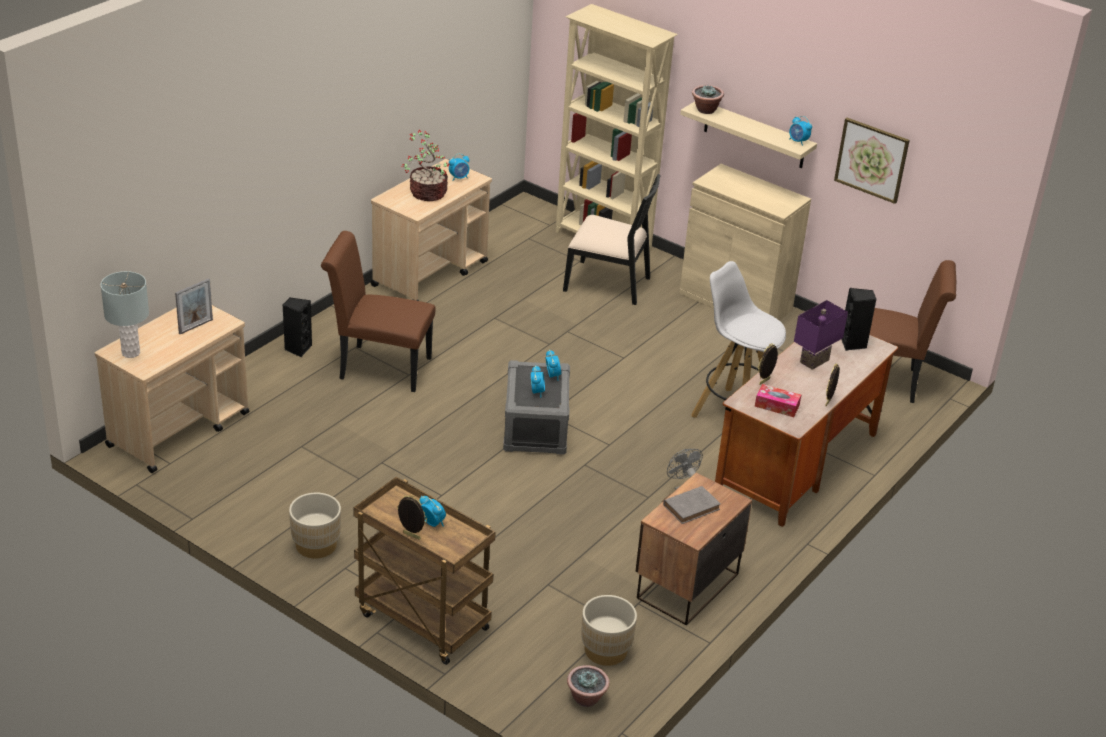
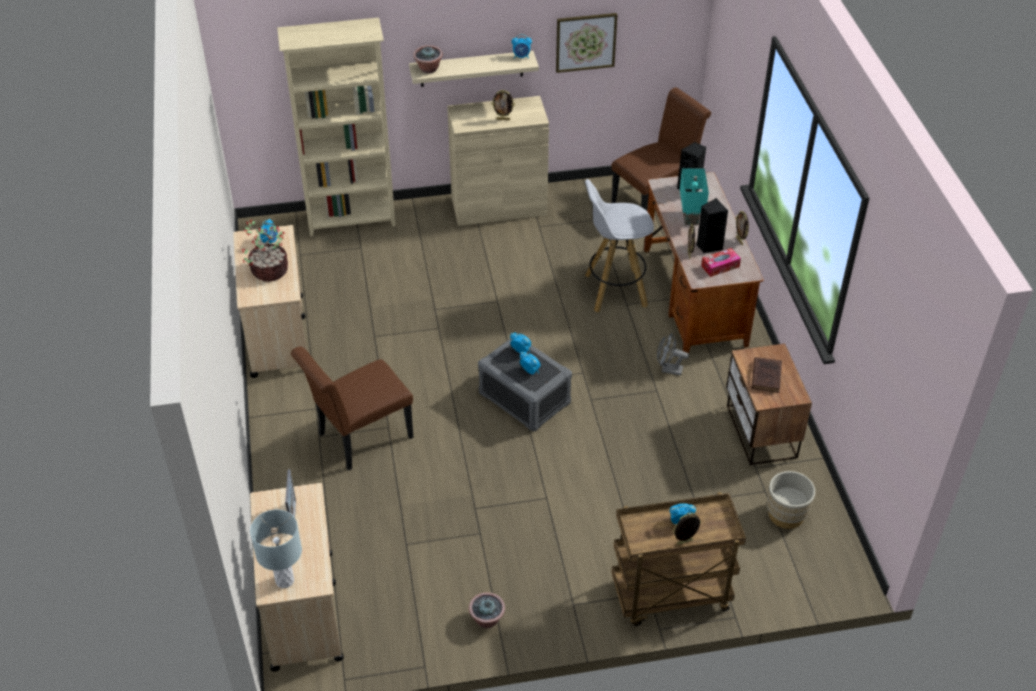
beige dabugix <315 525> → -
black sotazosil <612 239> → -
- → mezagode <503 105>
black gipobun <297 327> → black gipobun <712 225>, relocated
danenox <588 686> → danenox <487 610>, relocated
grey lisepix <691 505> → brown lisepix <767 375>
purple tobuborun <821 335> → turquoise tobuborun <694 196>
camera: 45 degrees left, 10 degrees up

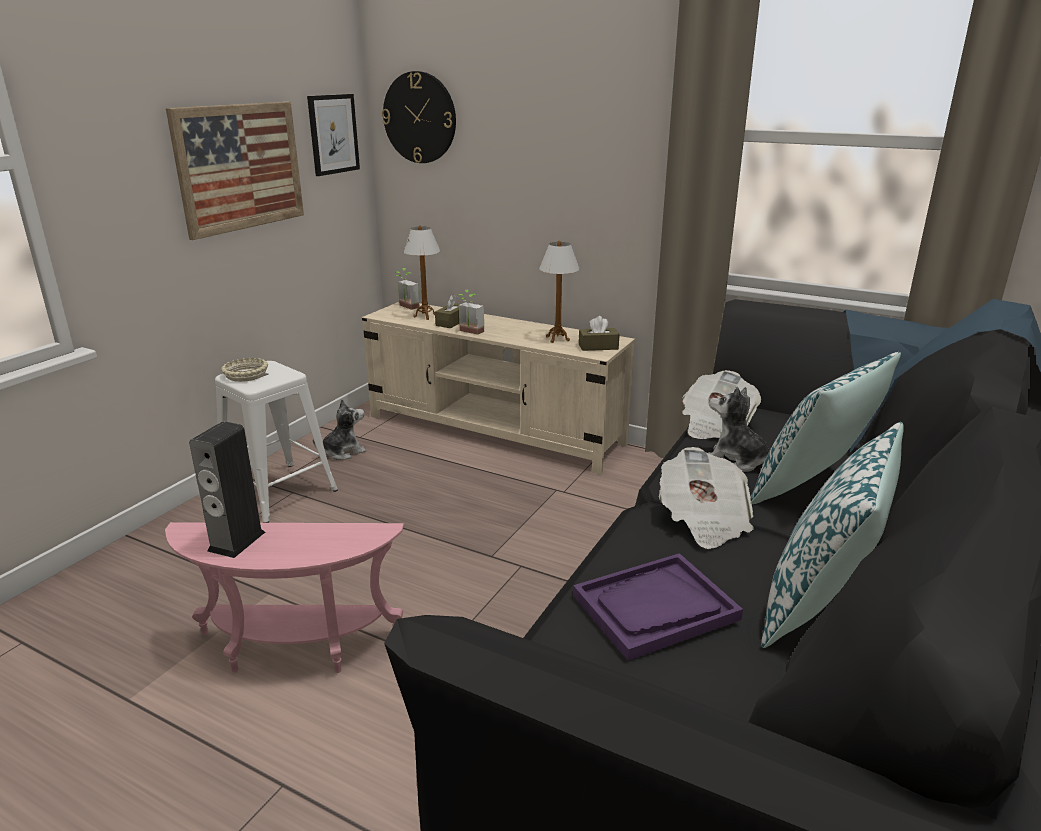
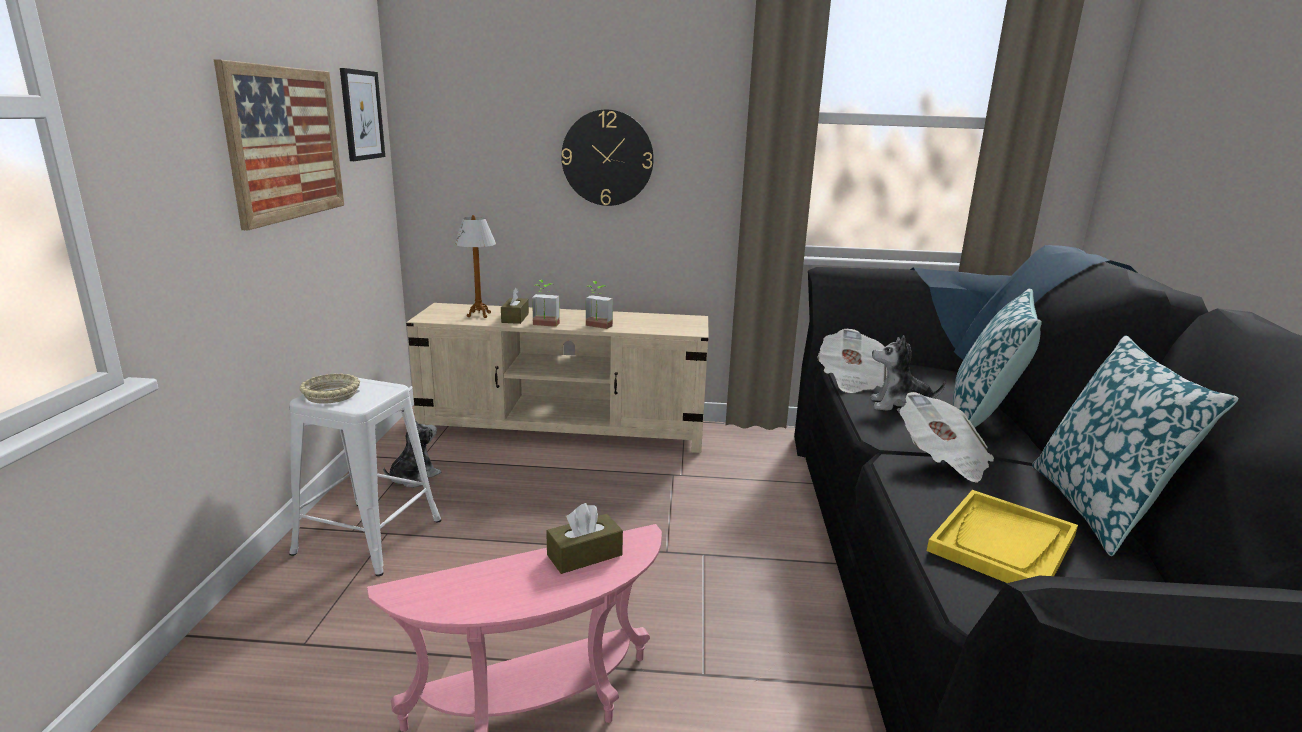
gipobun <227 489> → -
tobuborun <559 291> → -
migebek <419 117> → migebek <607 158>, relocated
danenox <408 289> → danenox <599 305>, relocated
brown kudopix <599 333> → brown kudopix <584 538>, relocated
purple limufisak <658 607> → yellow limufisak <1002 536>
camera: 25 degrees left, 5 degrees down

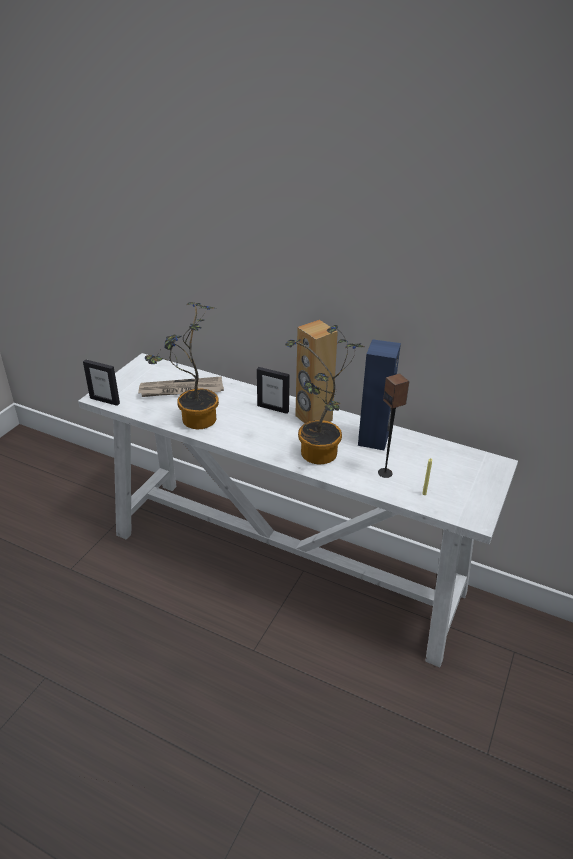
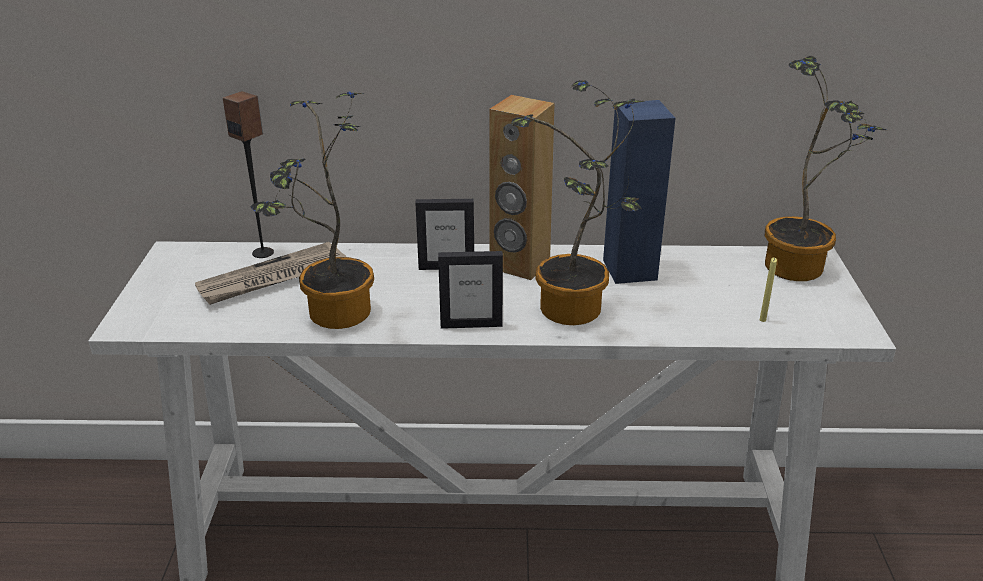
- → danenox <825 168>
mezagode <101 382> → mezagode <470 290>, relocated
gipobun <393 426> → gipobun <248 174>, relocated
camera: 25 degrees left, 5 degrees down

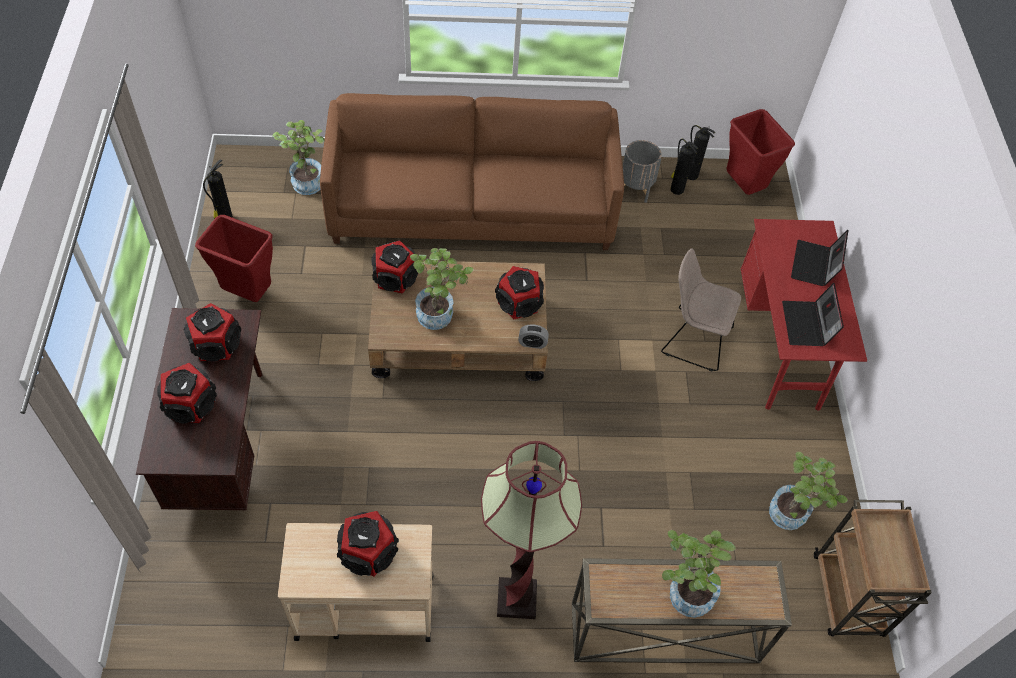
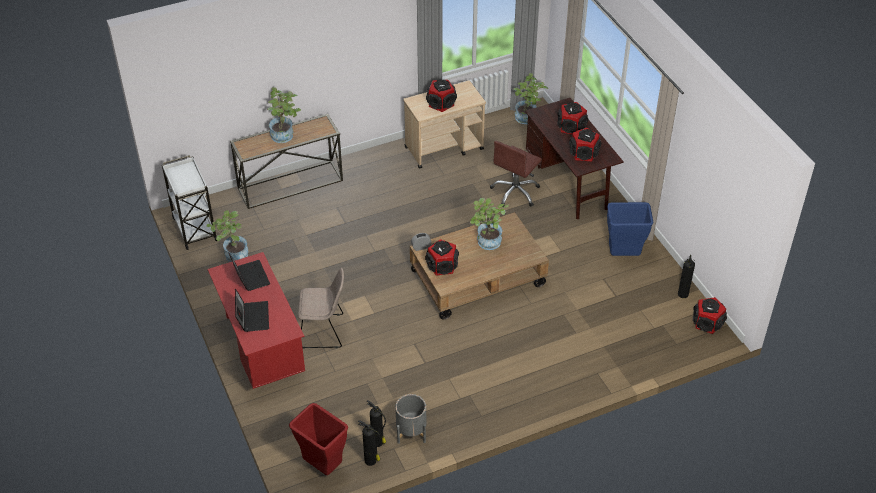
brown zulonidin <472 171> → -
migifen <531 530> → -
- → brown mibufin <516 174>
danenox <298 157> → danenox <530 98>, relocated
gipobun <394 266> → gipobun <710 315>, relocated
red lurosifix <234 258> → blue lurosifix <630 229>
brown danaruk <873 568> → white danaruk <189 202>
camera: 160 degrees right, 10 degrees down

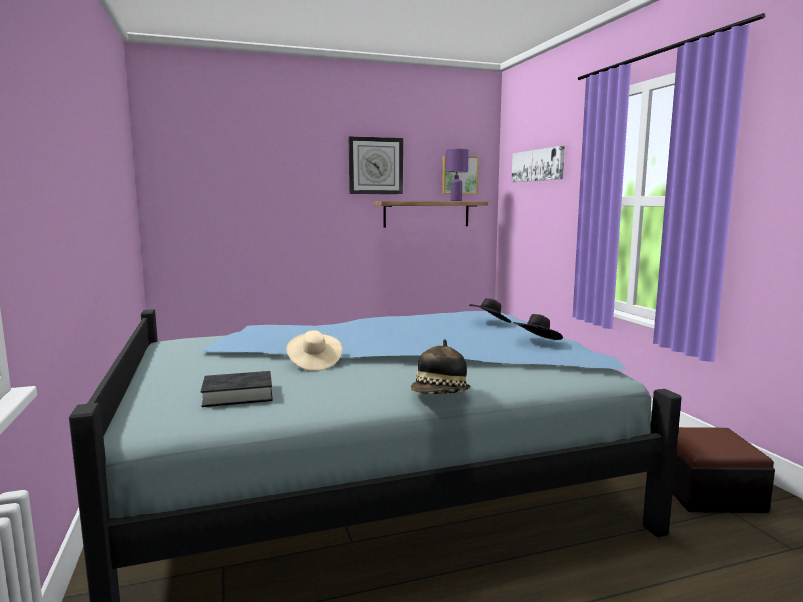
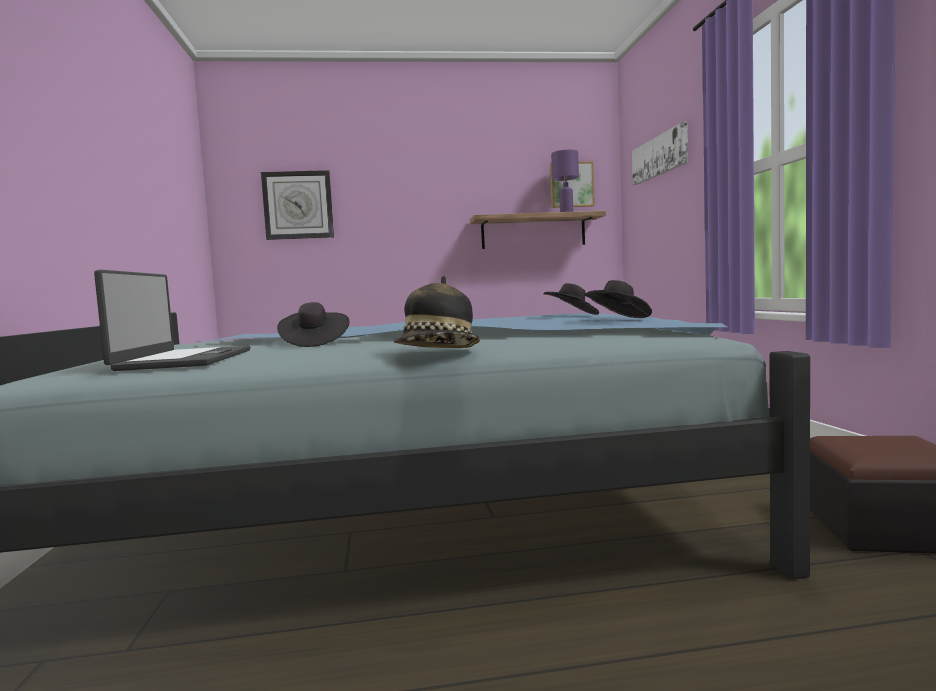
migebek <376 165> → migebek <297 205>, relocated
black lisepix <237 389> → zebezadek <172 320>
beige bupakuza <314 350> → black bupakuza <313 324>
camera: 10 degrees right, 5 degrees down

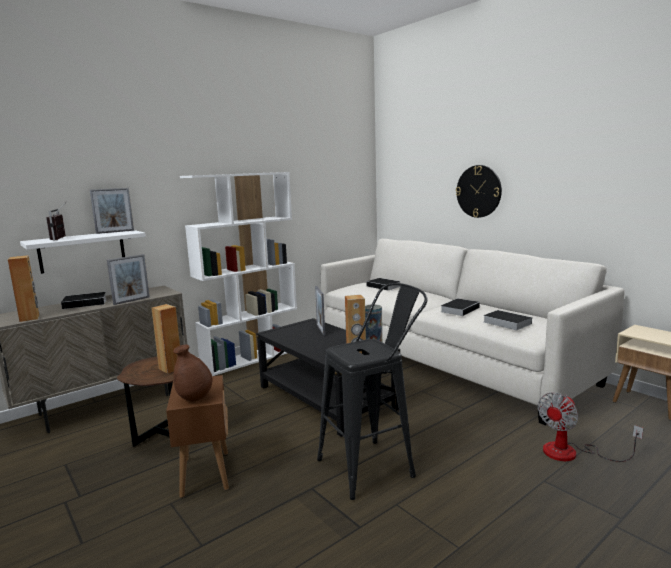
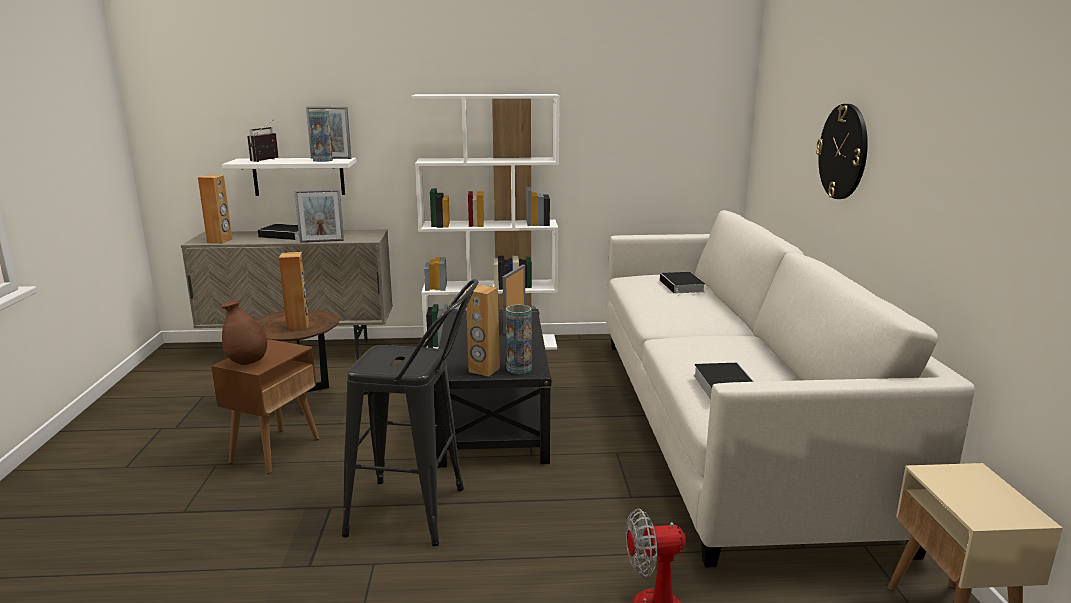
lisepix <460 307> → -
- → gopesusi <320 136>
camera: 35 degrees right, 5 degrees up

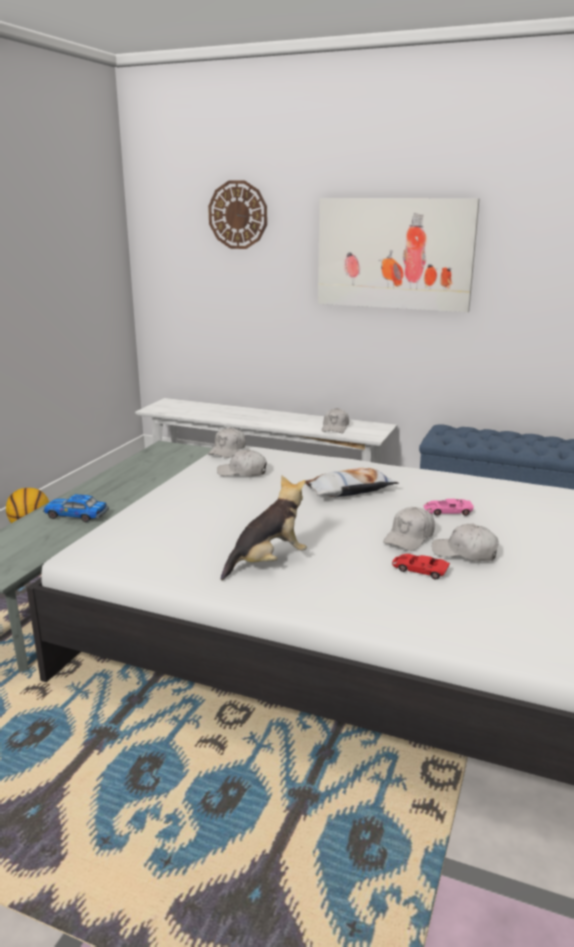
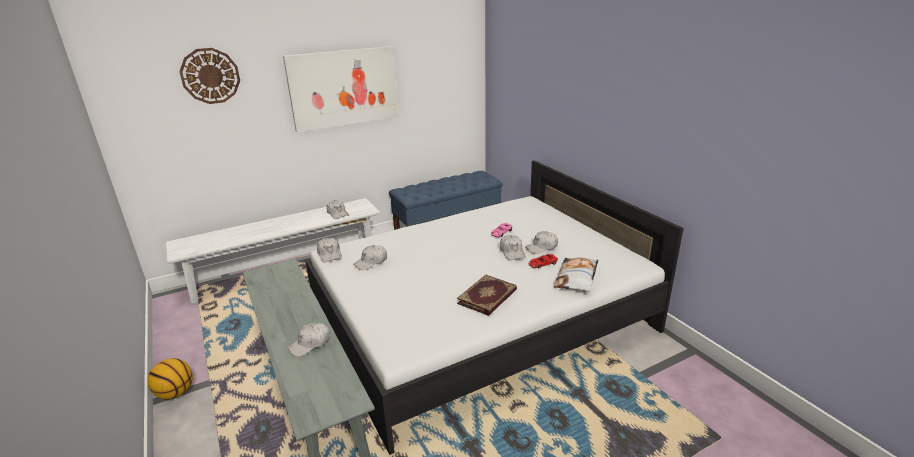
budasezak <352 482> → budasezak <576 274>, relocated
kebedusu <76 508> → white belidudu <309 339>
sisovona <264 528> → lisepix <487 295>
camera: 50 degrees left, 5 degrees up

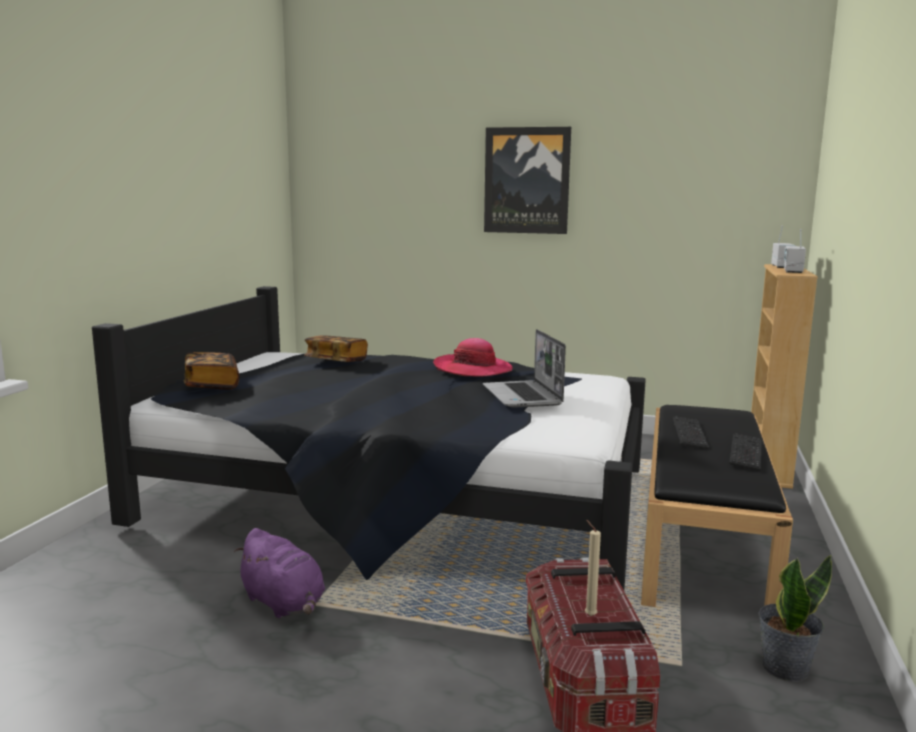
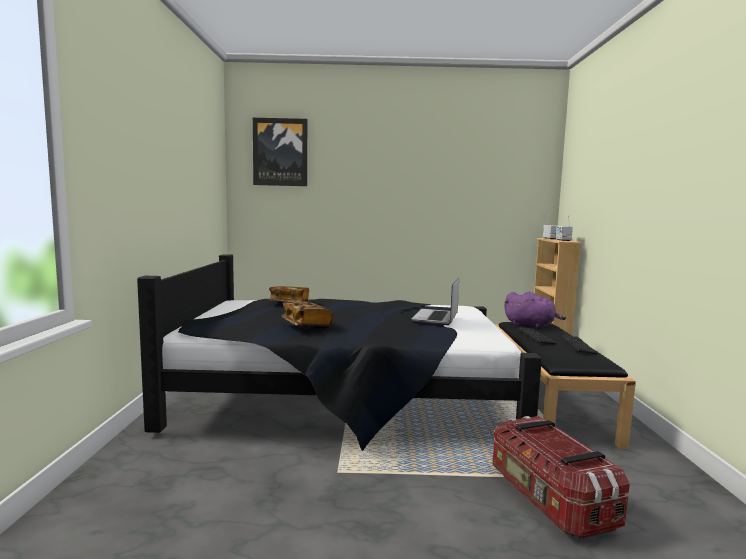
bupakuza <473 357> → -
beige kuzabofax <593 568> → -
danenox <795 618> → -
lisepix <211 371> → lisepix <307 314>, relocated
purple sisovona <279 573> → purple sisovona <535 309>, relocated
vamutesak <527 180> → vamutesak <280 152>, relocated
zebezadek <524 368> → zebezadek <435 301>, 45 degrees clockwise
camera: 15 degrees left, 5 degrees down

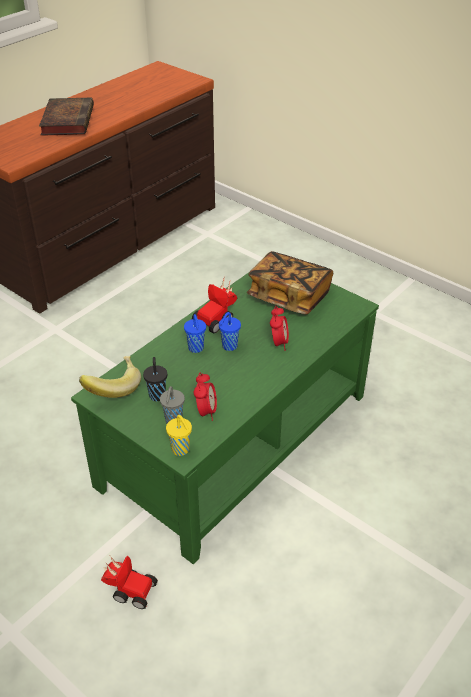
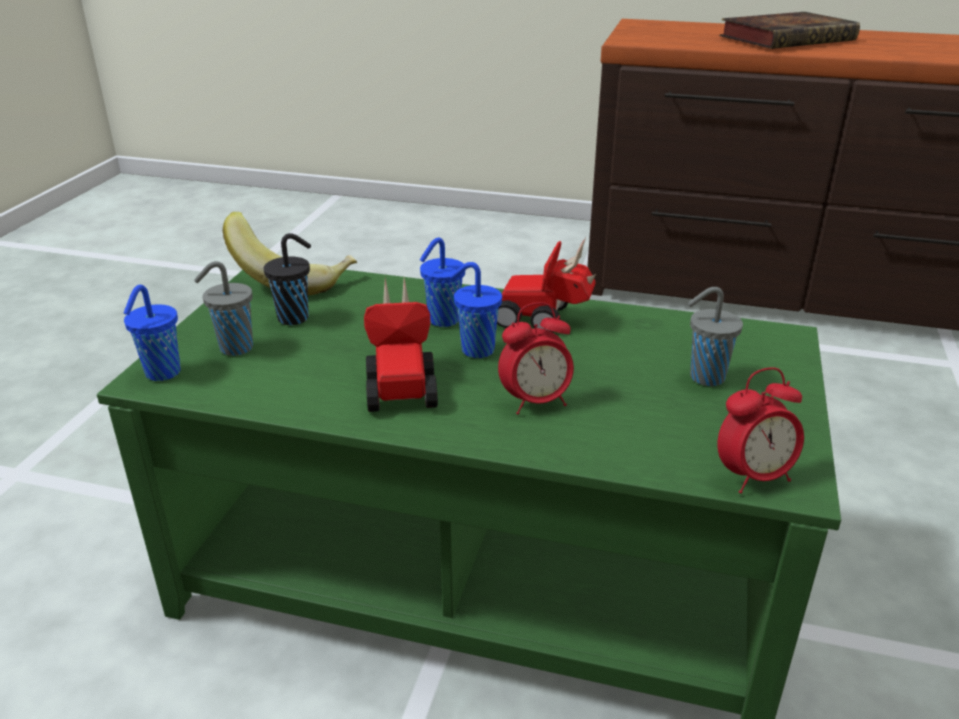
kebedusu <129 582> → kebedusu <401 345>, relocated
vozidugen <205 397> → vozidugen <760 430>, relocated
lisepix <290 283> → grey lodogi <715 336>
yellow lodogi <179 435> → blue lodogi <152 333>
camera: 65 degrees right, 10 degrees down

